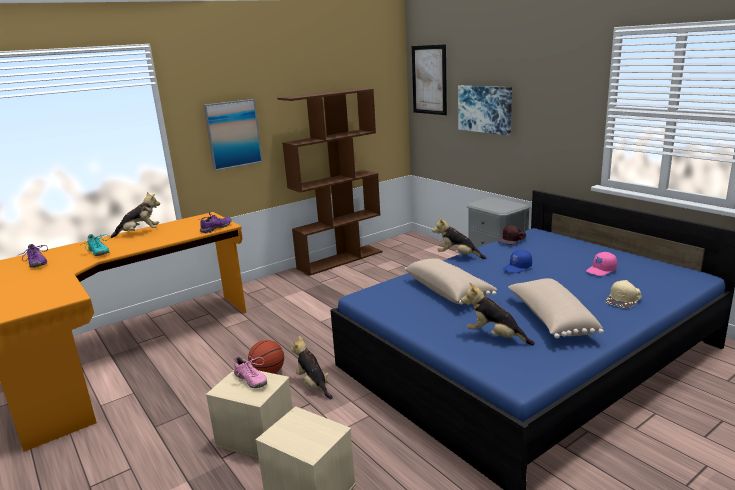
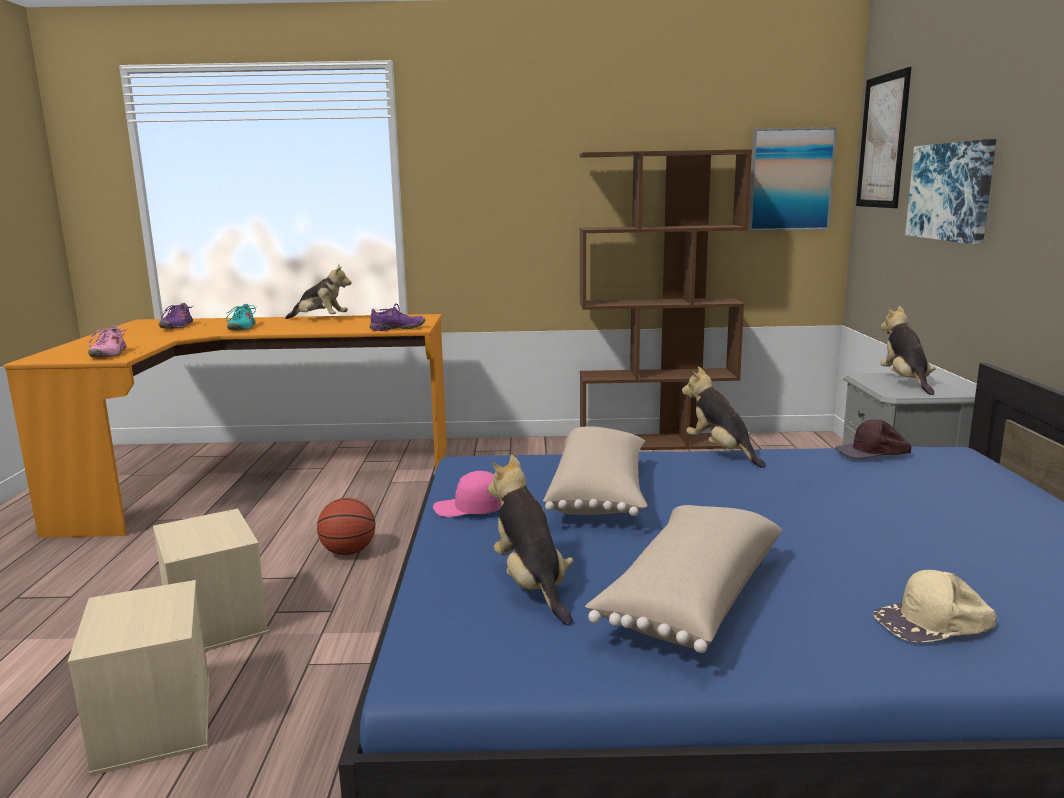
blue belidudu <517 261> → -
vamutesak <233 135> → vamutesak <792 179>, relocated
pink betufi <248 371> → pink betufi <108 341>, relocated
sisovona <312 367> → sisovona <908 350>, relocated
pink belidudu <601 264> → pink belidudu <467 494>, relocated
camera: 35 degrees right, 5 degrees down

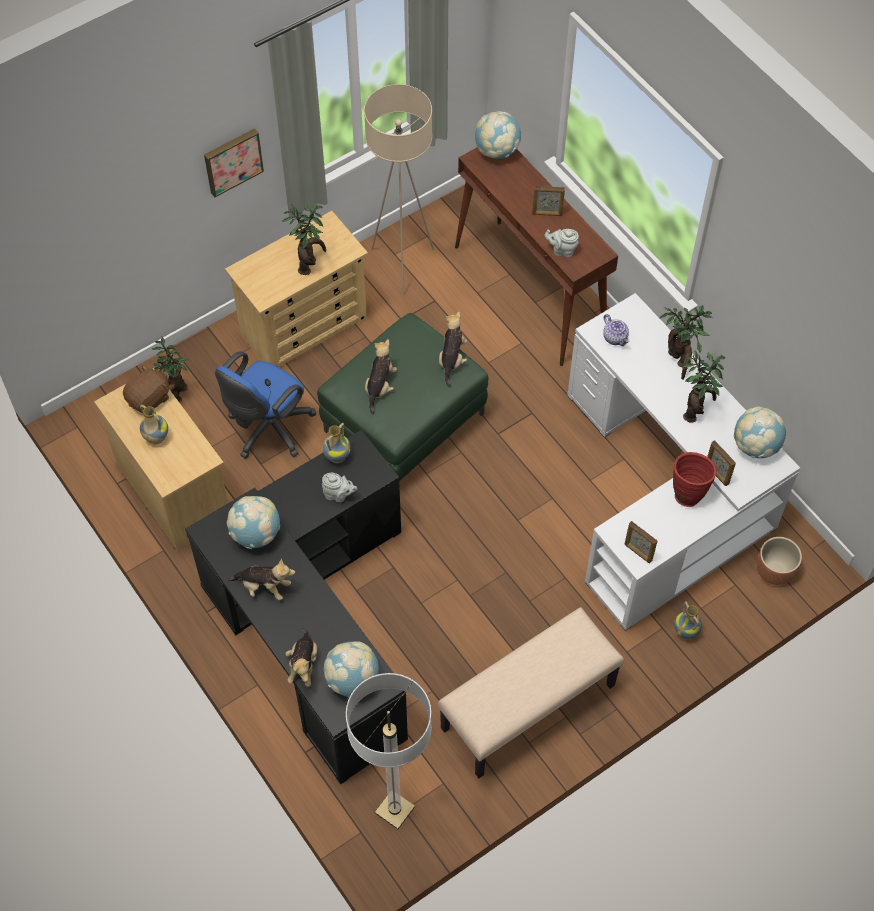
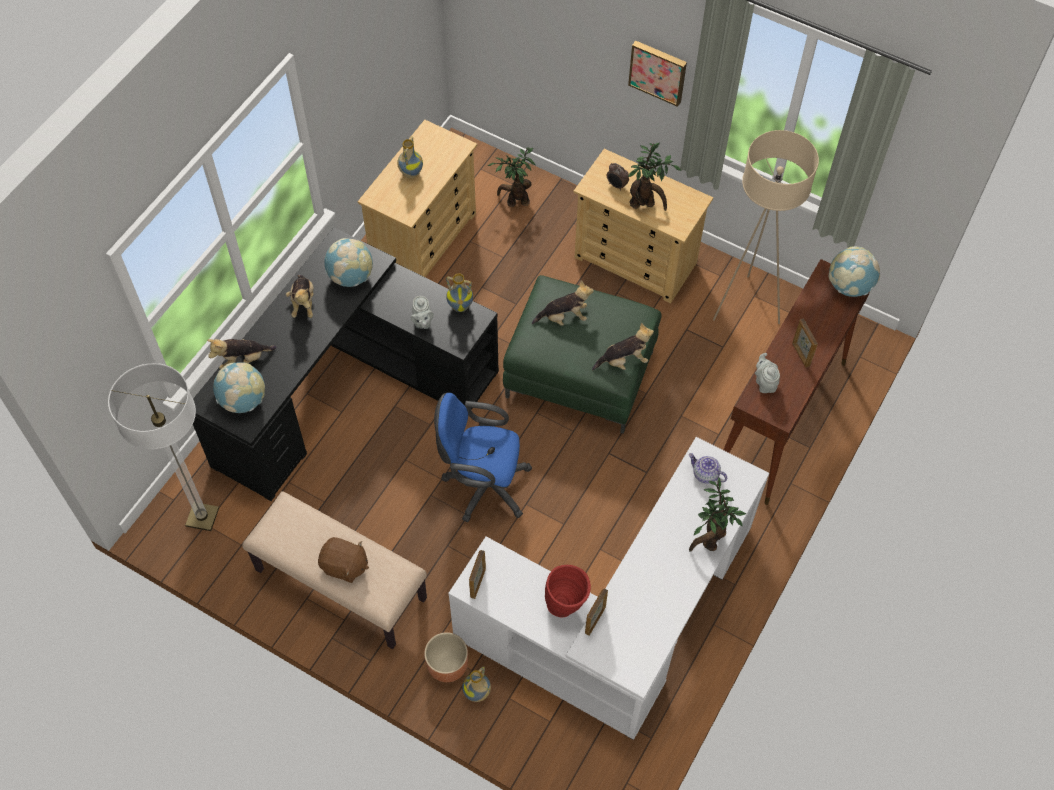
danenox <703 386> → -
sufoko <760 432> → -
- → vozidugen <617 177>
brown sisovona <146 389> → brown sisovona <343 560>, relocated
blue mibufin <265 405> → blue mibufin <483 457>, relocated
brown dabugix <779 561> → brown dabugix <446 657>, relocated
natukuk <616 330> → natukuk <707 468>, 90 degrees clockwise
camera: 65 degrees right, 0 degrees up

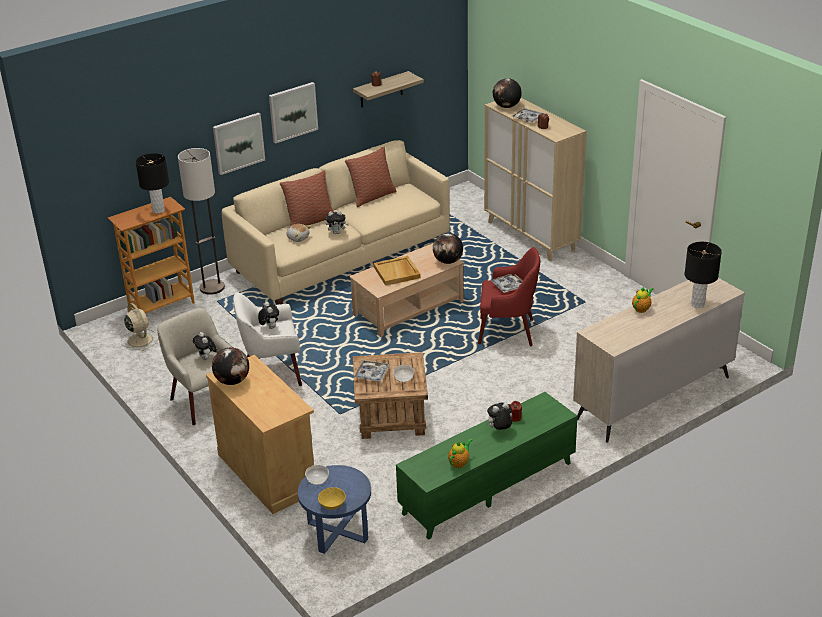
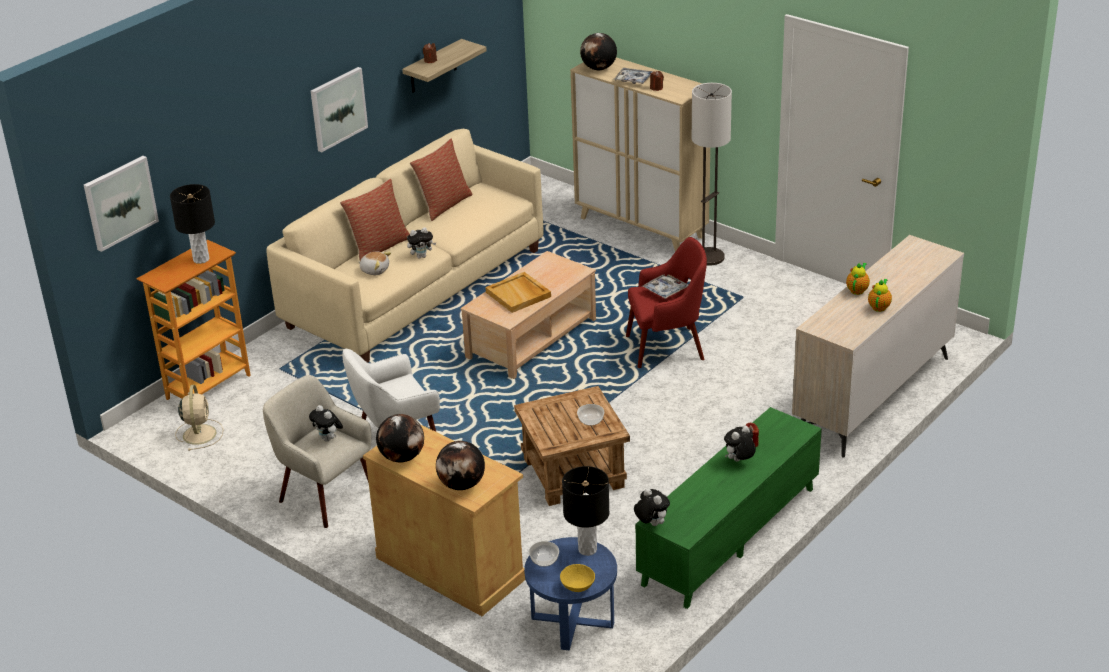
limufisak <372 371> → -
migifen <201 221> → migifen <712 174>, relocated
vamutesak <239 144> → vamutesak <121 204>, relocated
sisovona <268 315> → sisovona <652 507>, relocated
sufoko <448 248> → sufoko <460 465>, relocated
natukuk <460 453> → natukuk <880 295>, relocated
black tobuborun <703 275> → black tobuborun <586 511>, relocated
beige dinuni <140 327> → beige dinuni <199 418>, 45 degrees clockwise
camera: 15 degrees left, 0 degrees up

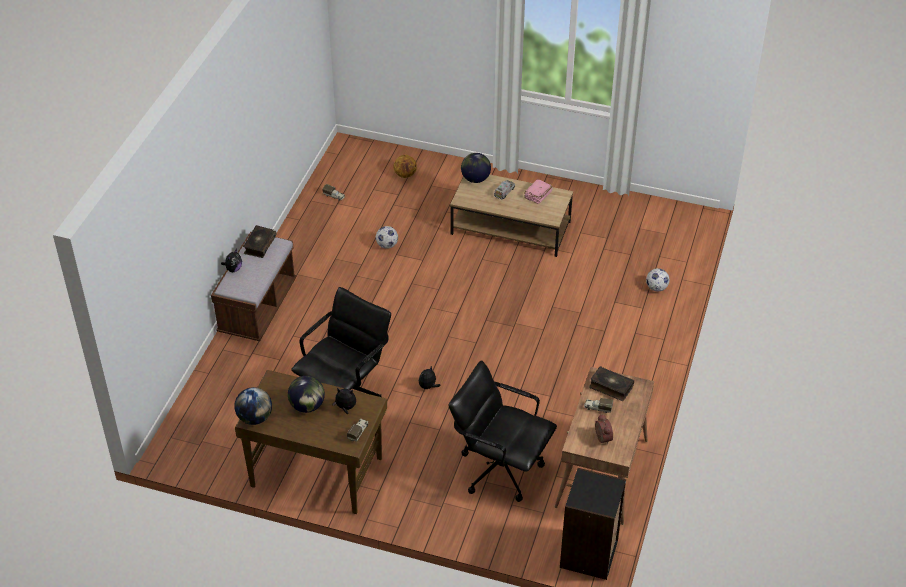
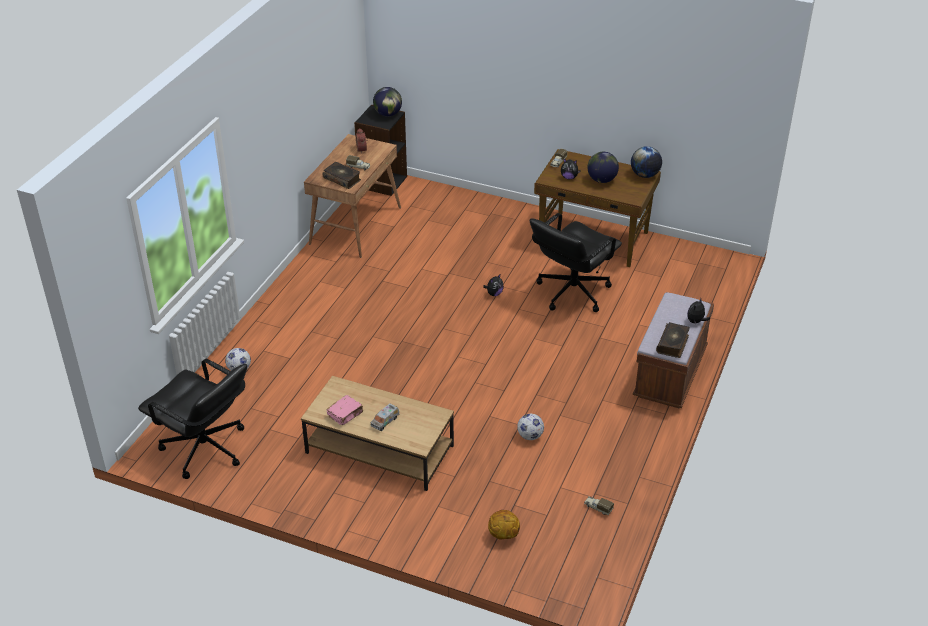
black mibufin <503 431> → black mibufin <192 419>, relocated
sufoko <476 168> → sufoko <387 101>, relocated
camera: 175 degrees left, 5 degrees down

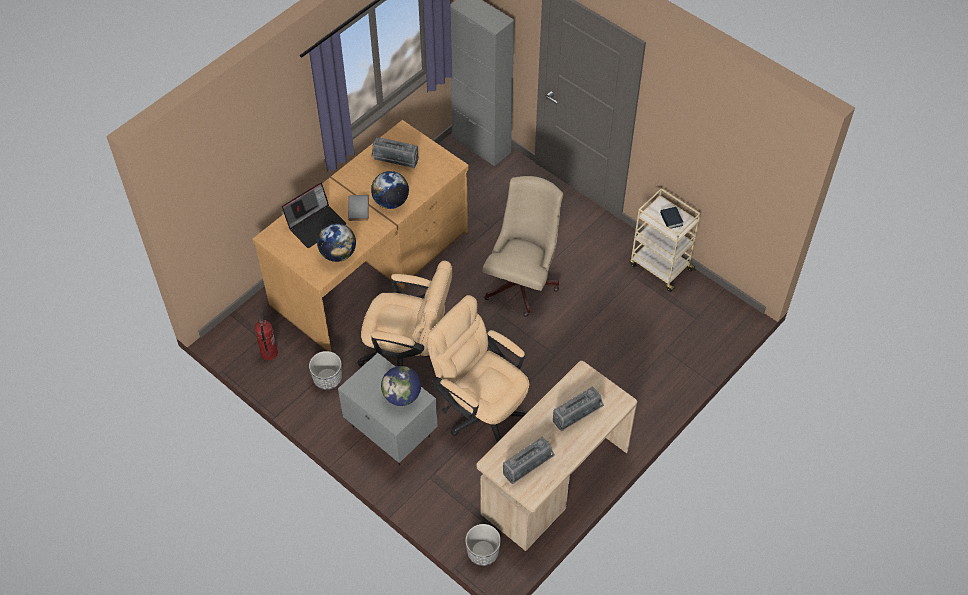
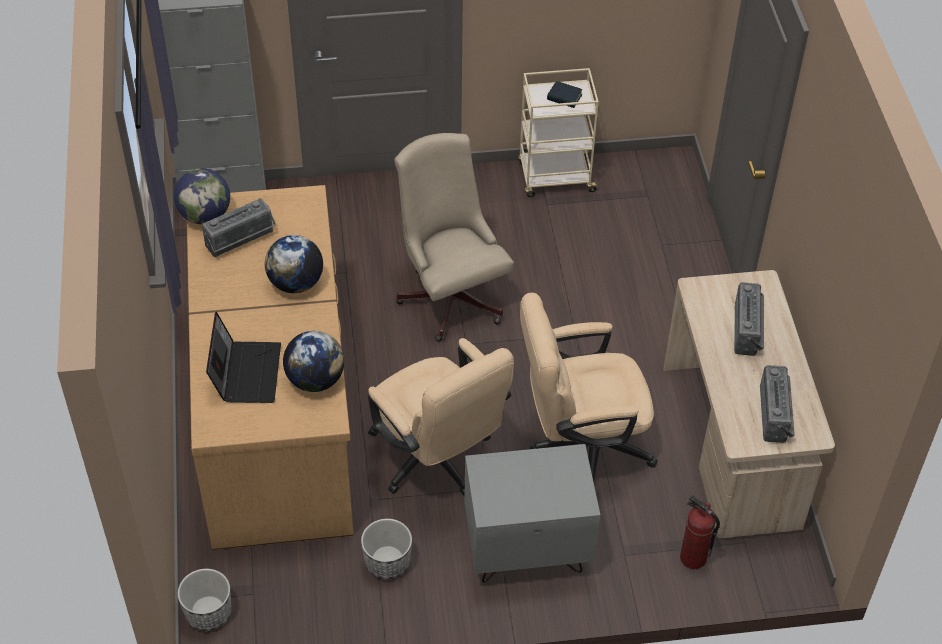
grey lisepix <358 208> → -
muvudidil <266 335> → muvudidil <700 532>, relocated
sufoko <401 386> → sufoko <202 196>, relocated
dabugix <483 545> → dabugix <205 600>, relocated
beige mibufin <404 313> → beige mibufin <441 417>, 90 degrees clockwise
camera: 50 degrees left, 5 degrees down

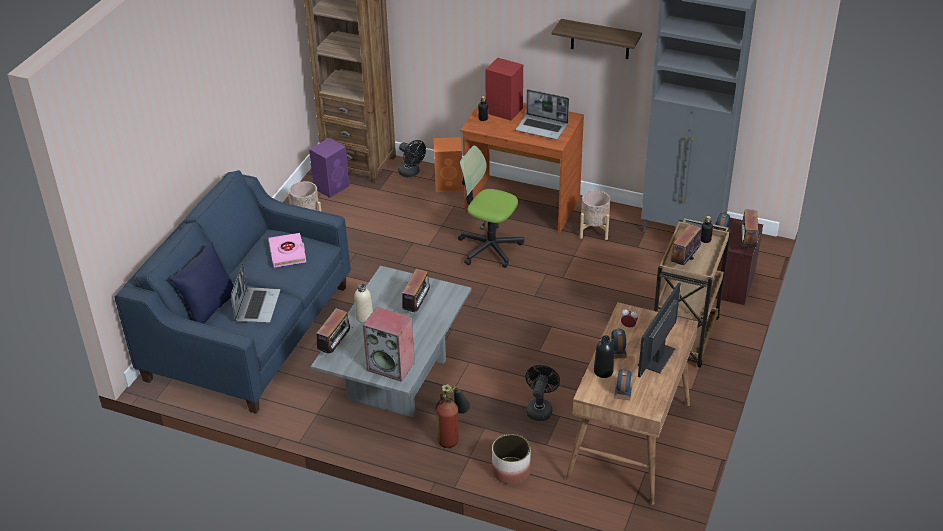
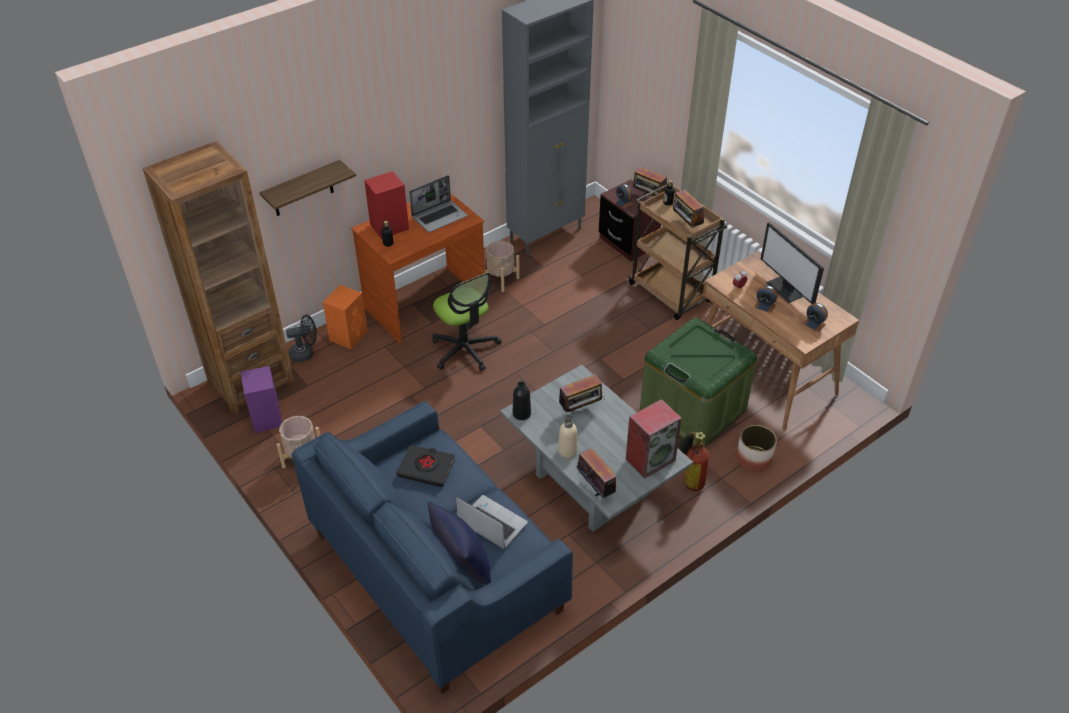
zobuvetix <597 39> → zobuvetix <307 188>, relocated
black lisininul <604 356> → black lisininul <522 400>, relocated
black dinuni <542 393> → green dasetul <698 382>
pink lisepix <287 250> → black lisepix <426 466>
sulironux <416 291> → sulironux <582 393>, 105 degrees clockwise
mibufin <491 206> → mibufin <466 321>, 90 degrees counterclockwise
camera: 60 degrees left, 5 degrees up

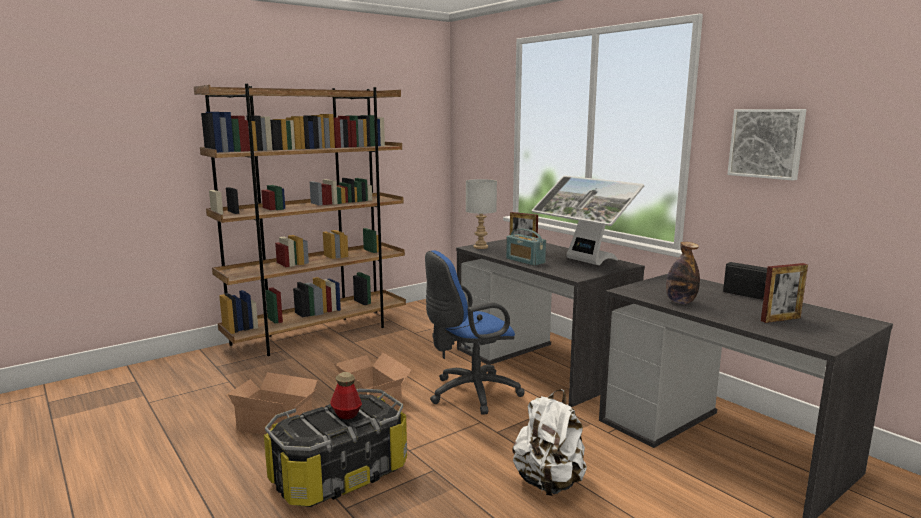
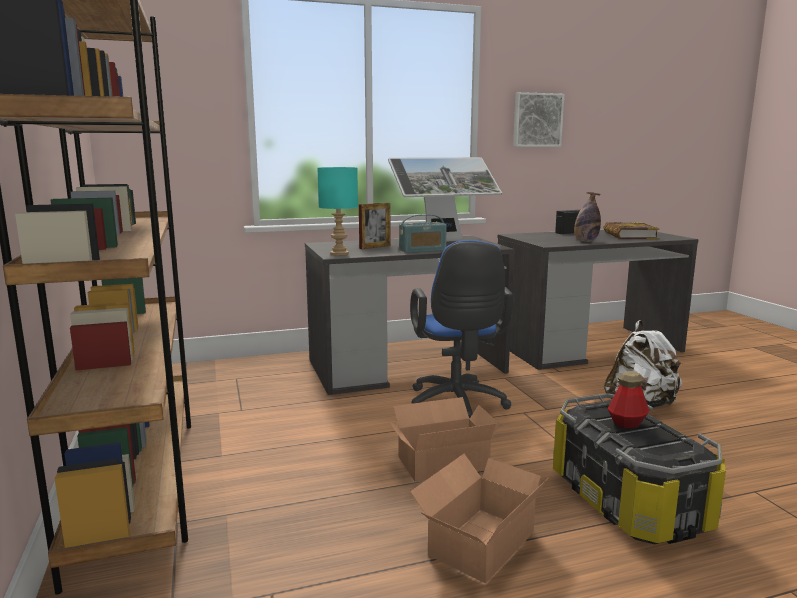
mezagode <784 293> → lisepix <631 230>
grey tobuborun <481 214> → turquoise tobuborun <338 211>
camera: 70 degrees left, 0 degrees up

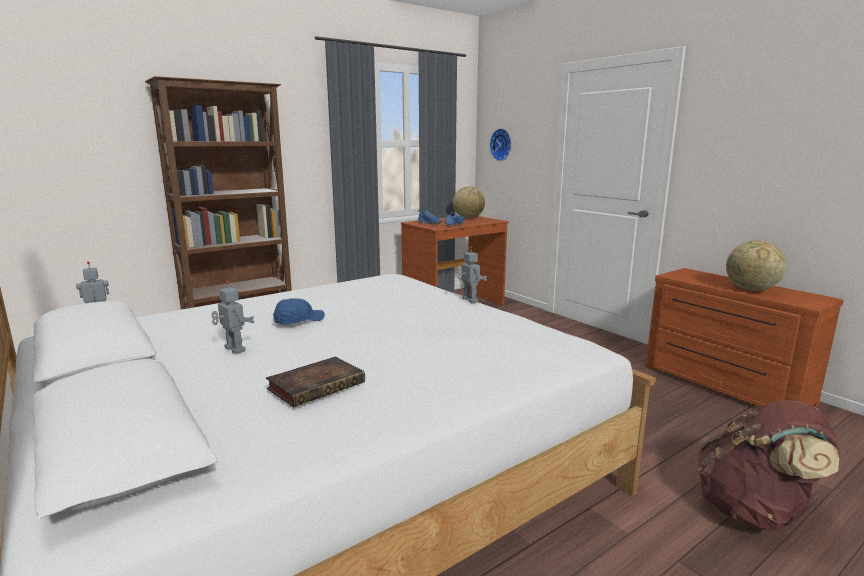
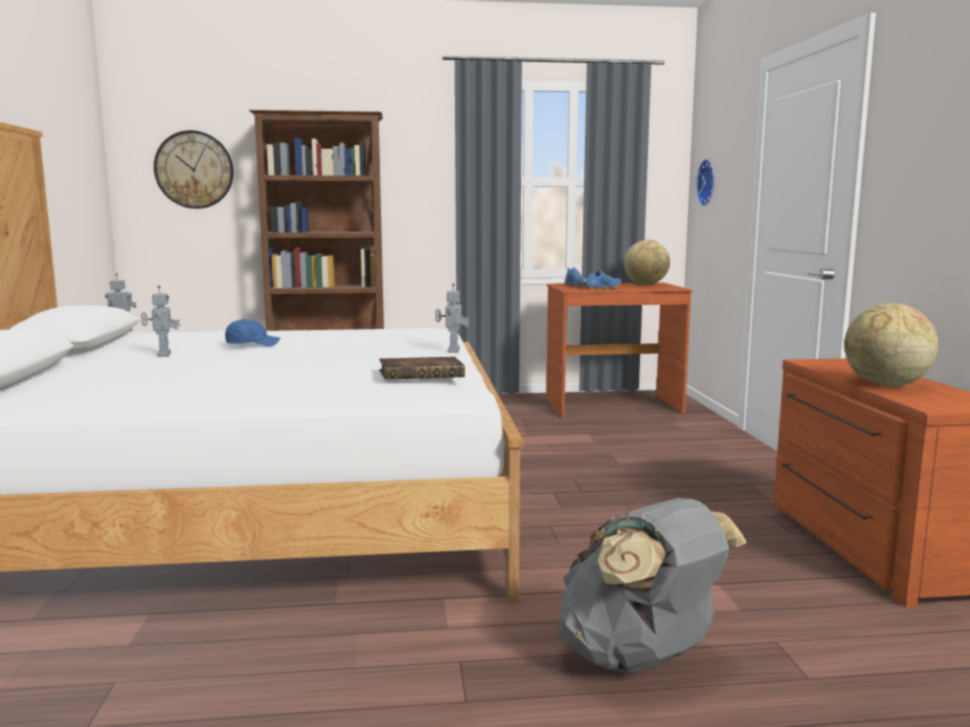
- → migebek <194 169>
lisepix <315 382> → lisepix <422 368>, relocated
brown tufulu <769 465> → grey tufulu <652 586>
camera: 30 degrees right, 5 degrees down

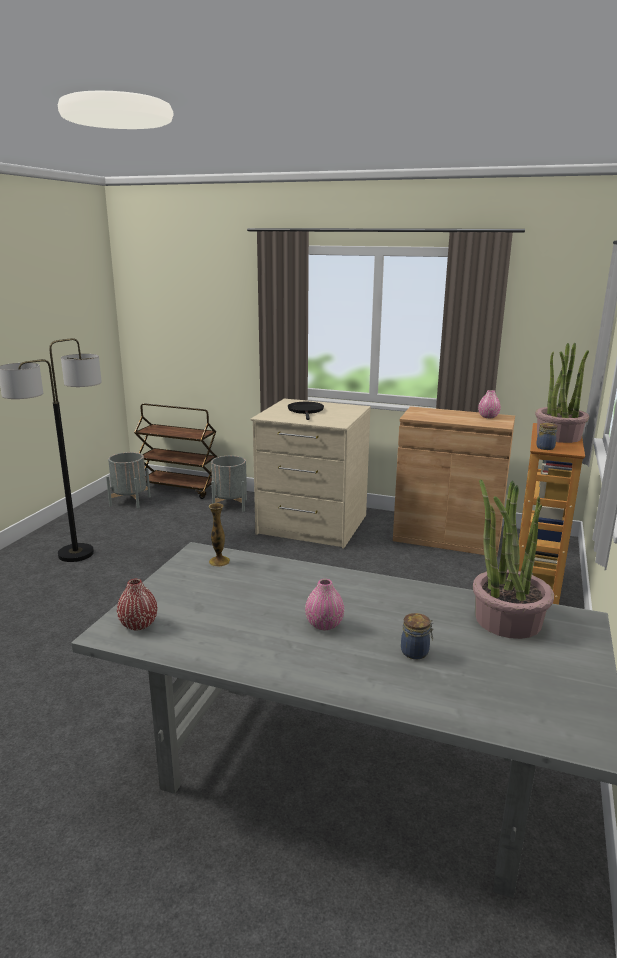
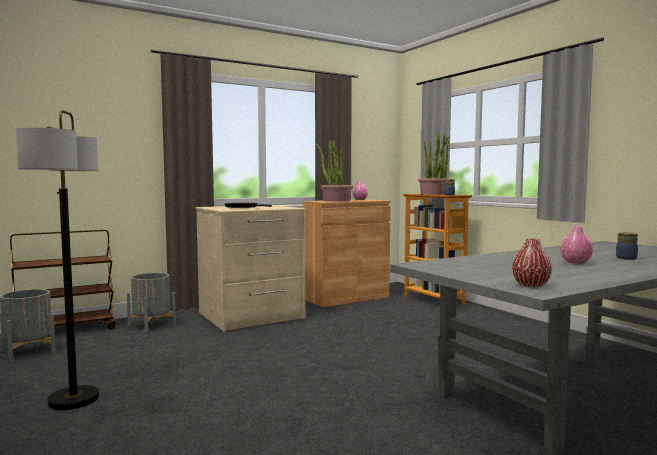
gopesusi <219 535> → -
danenox <513 559> → danenox <334 171>, relocated
camera: 50 degrees left, 15 degrees down

